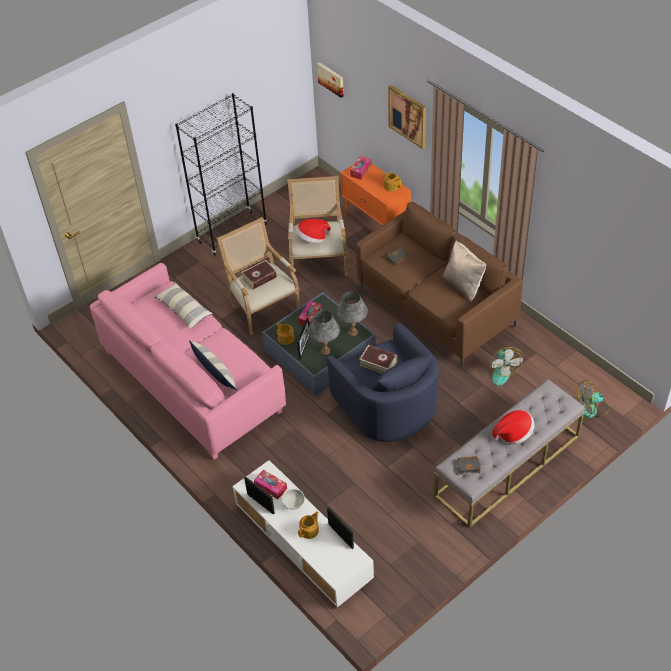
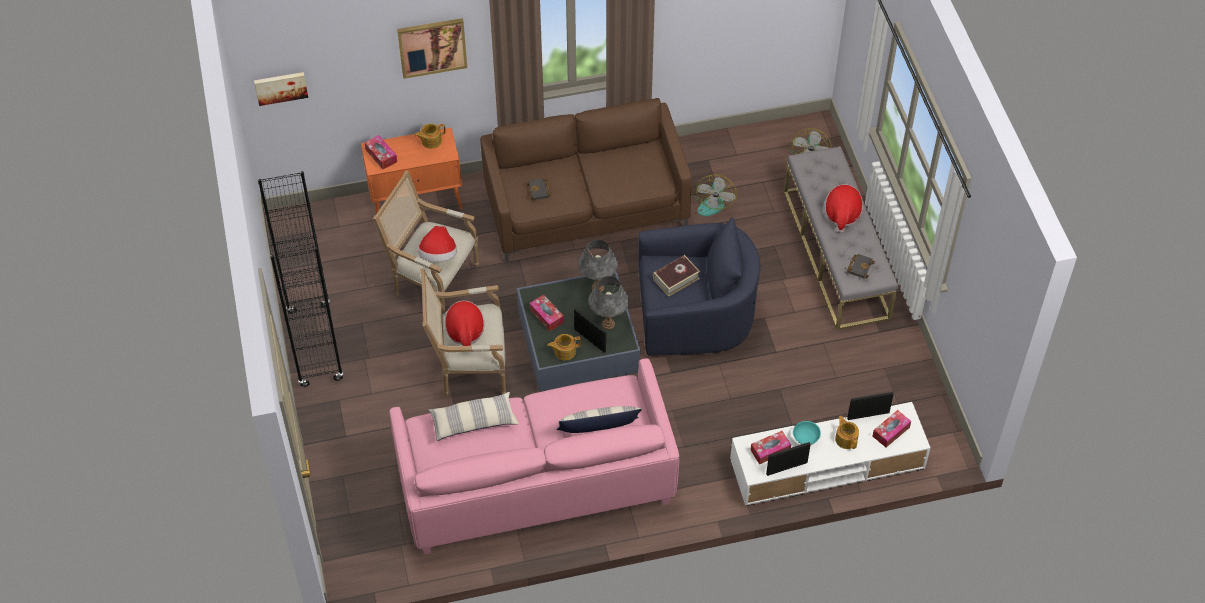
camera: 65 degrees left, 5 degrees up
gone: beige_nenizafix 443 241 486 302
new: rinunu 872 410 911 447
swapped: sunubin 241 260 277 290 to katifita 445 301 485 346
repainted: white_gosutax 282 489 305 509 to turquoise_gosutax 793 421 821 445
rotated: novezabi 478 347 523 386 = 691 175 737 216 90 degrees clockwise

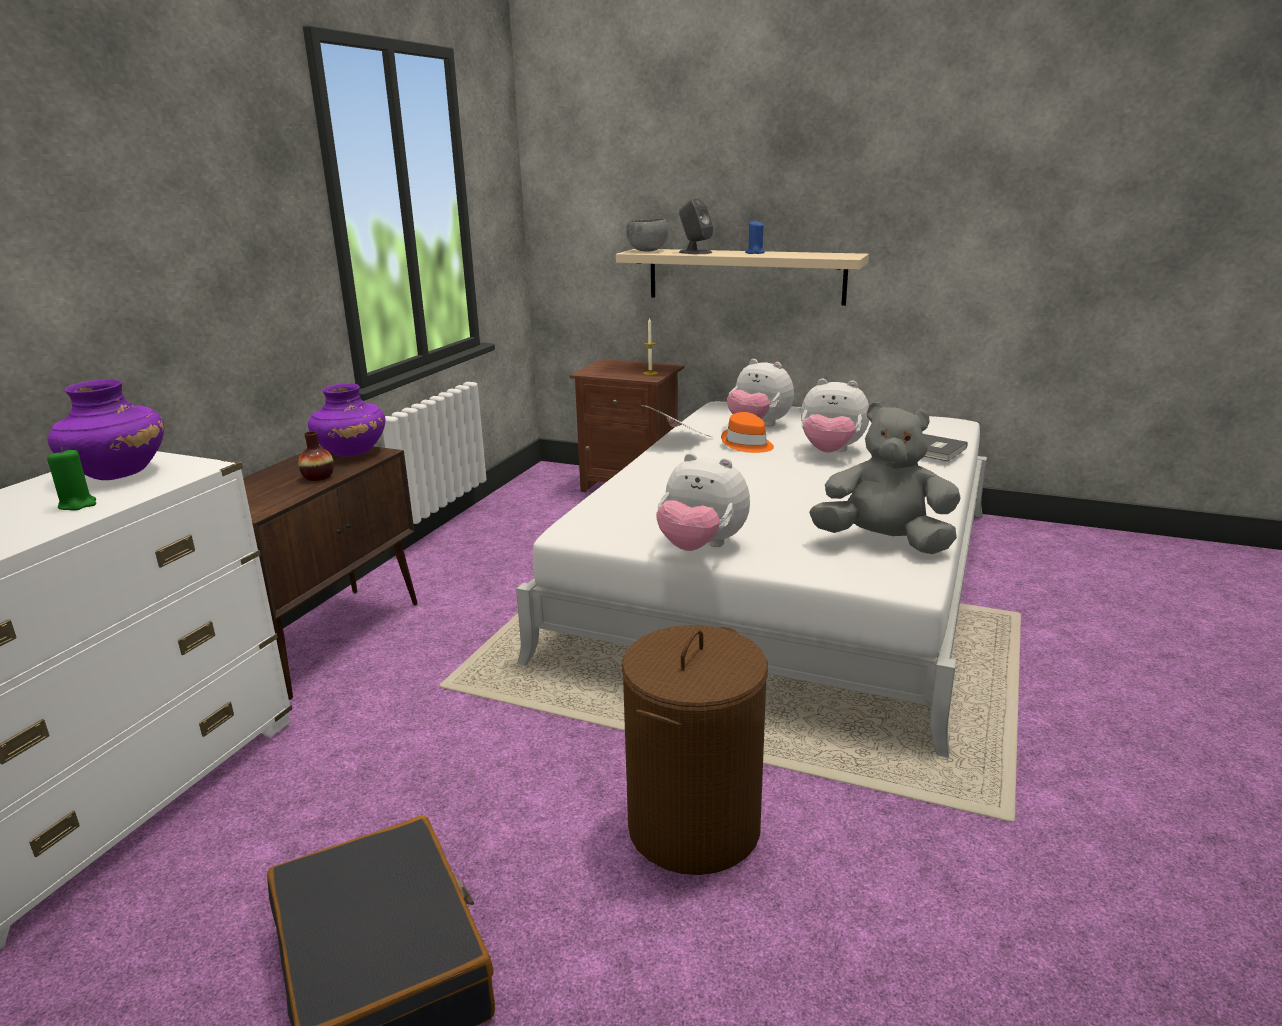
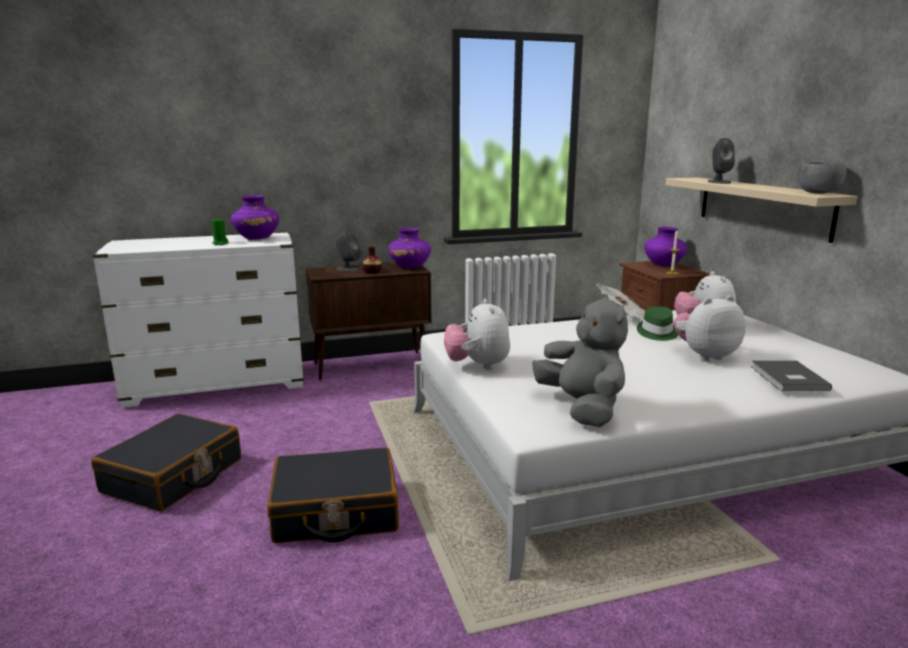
camera: 50 degrees right, 5 degrees down
gone: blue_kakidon 745 220 765 254
new: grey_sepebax 335 230 361 272; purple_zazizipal 644 227 687 267
shifted: grey_gosutax 626 219 668 252 to 797 162 846 194
swapped: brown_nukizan 622 625 768 875 to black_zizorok 267 447 399 543
repainted: orange_katifita 721 412 774 453 to green_katifita 637 306 678 341
rotated: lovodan 801 379 869 453 = 673 296 746 361 90 degrees clockwise

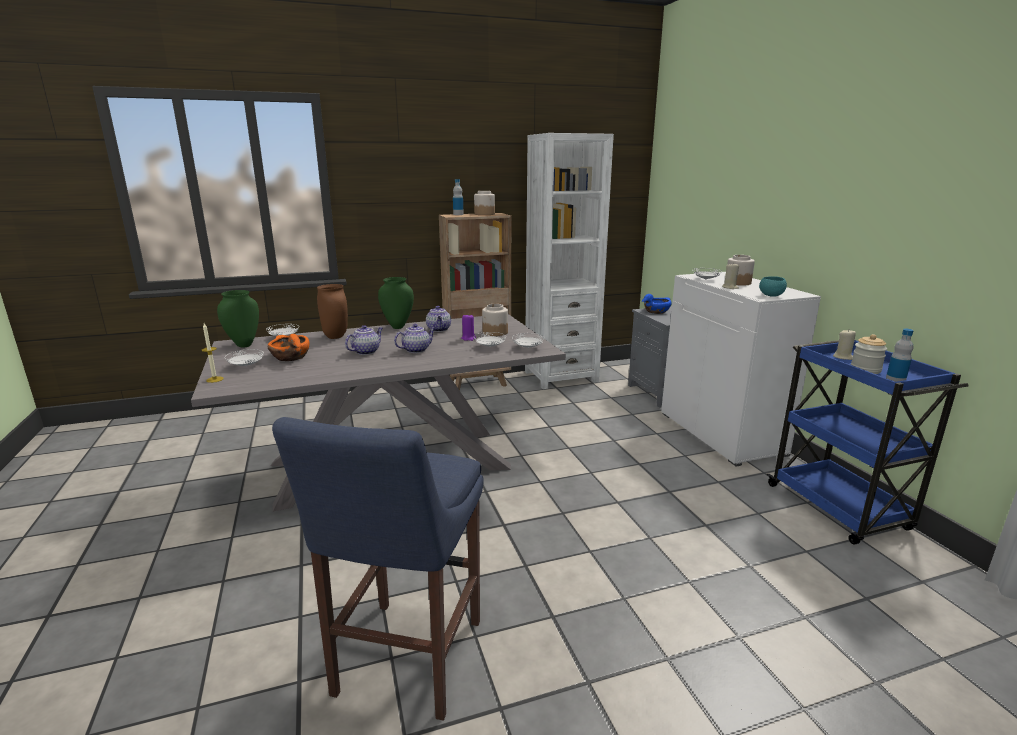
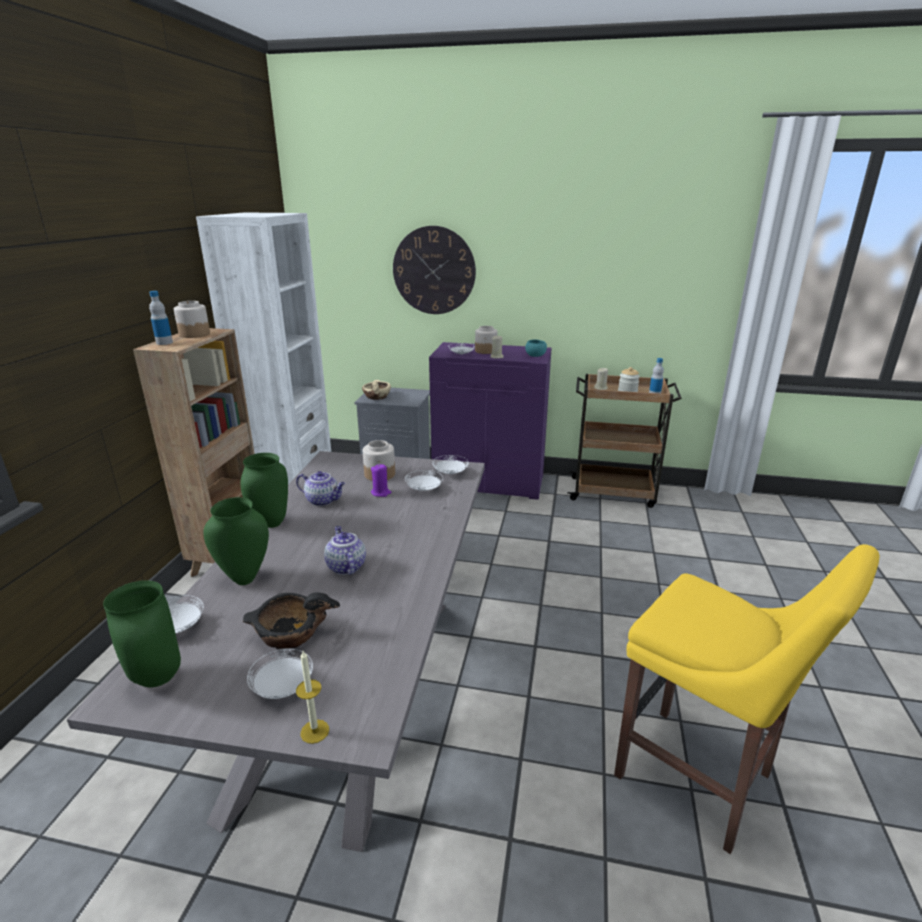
camera: 60 degrees left, 5 degrees up
gone: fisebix 394 324 436 353
new: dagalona 393 226 476 314
repainted: orange_gosutax 268 334 309 361 to black_gosutax 243 592 340 649; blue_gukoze 272 417 484 721 to yellow_gukoze 614 544 879 854; brown_zazizipal 317 284 348 339 to green_zazizipal 203 497 269 585; blue_gosutax 642 294 672 314 to beige_gosutax 362 380 391 400; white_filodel 661 272 821 467 to purple_filodel 429 342 552 500; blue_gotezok 767 340 969 545 to brown_gotezok 567 374 682 508

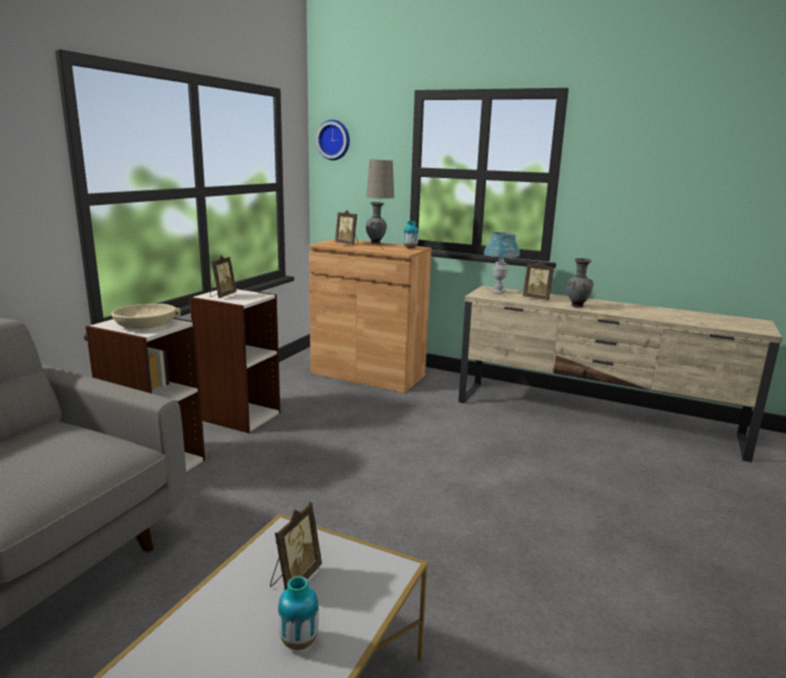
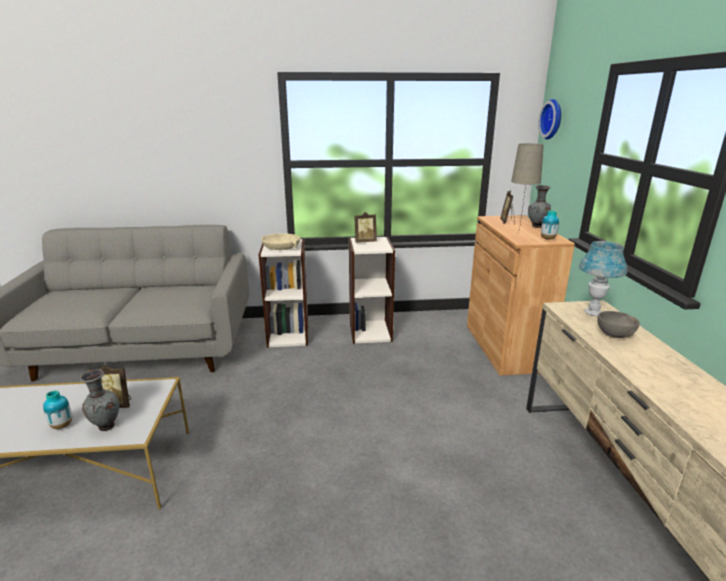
camera: 60 degrees right, 5 degrees up
shifted: grey_zazizipal 566 258 594 308 to 80 370 119 431
swapped: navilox 523 261 554 300 to grey_gosutax 597 311 640 338

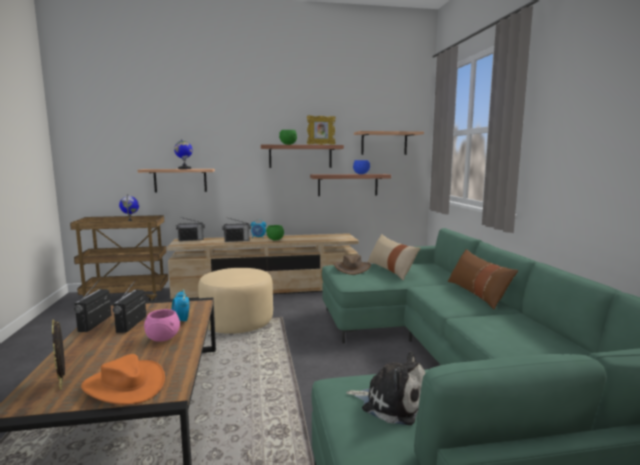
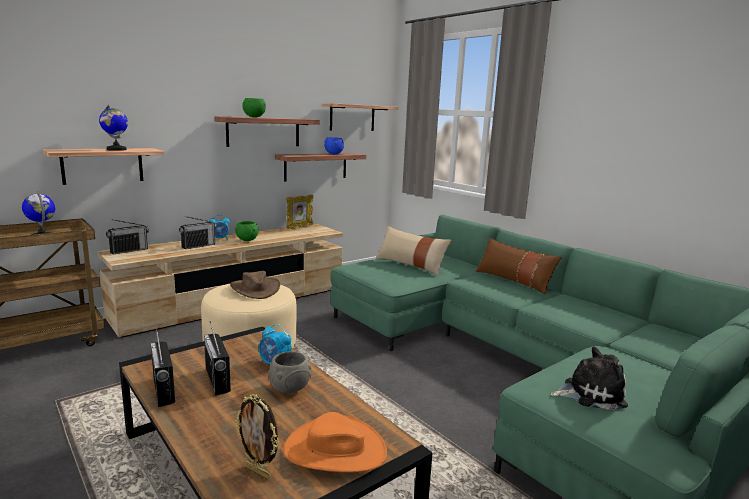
camera: 30 degrees left, 5 degrees up
shifted: navilox 307 115 336 145 to 286 195 314 229; brown_katifita 334 255 371 275 to 230 271 280 299
repainted: pink_gosutax 144 309 180 342 to grey_gosutax 269 351 311 393

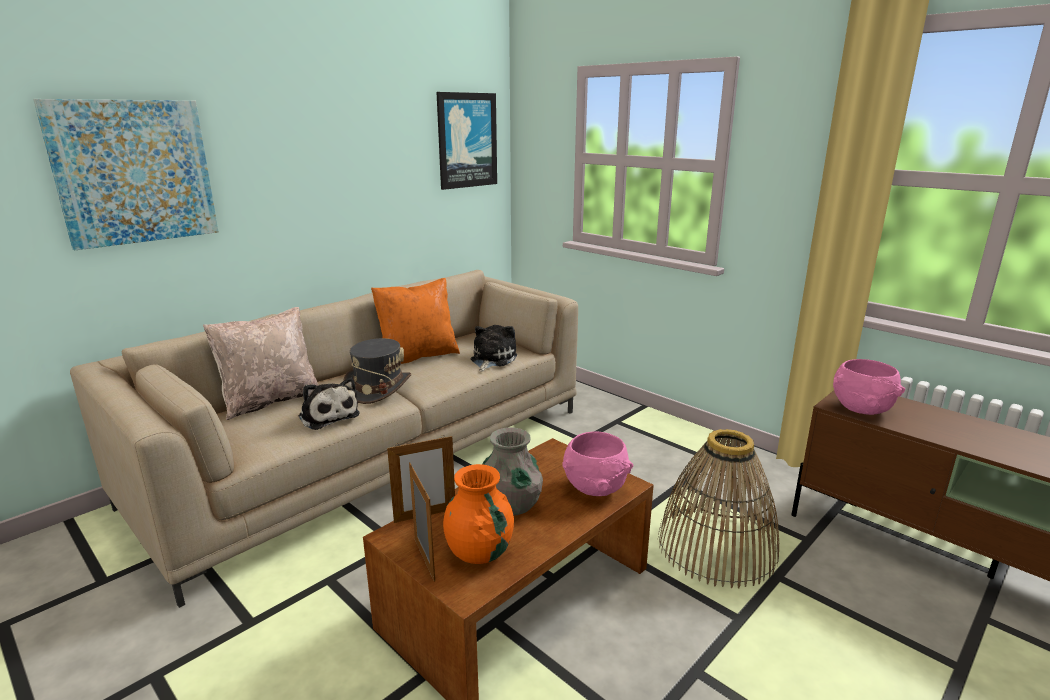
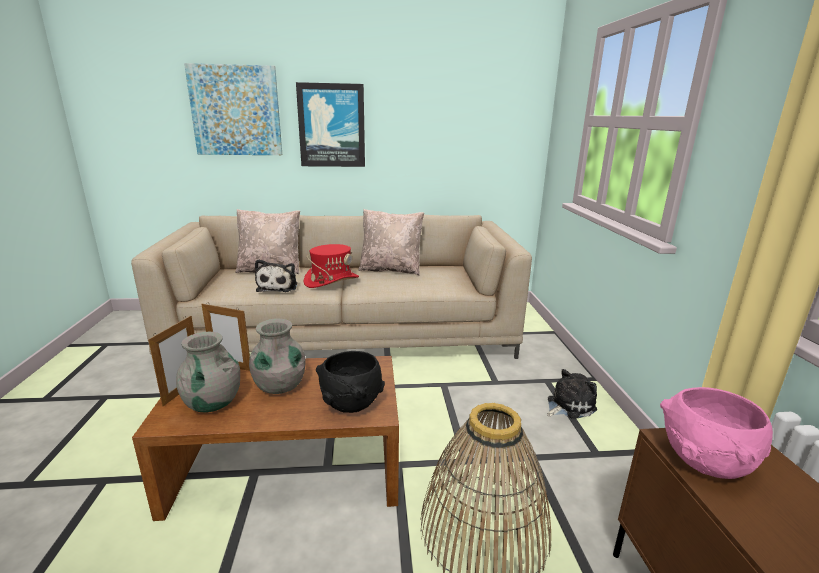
camera: 40 degrees right, 0 degrees up
shifted: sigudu 437 92 497 190 to 296 82 365 167; lovodan 470 325 517 372 to 547 369 597 419
repainted: grey_katifita 343 338 412 404 to red_katifita 304 244 359 288; orange_nenizafix 371 278 460 364 to beige_nenizafix 358 209 424 276; orange_zazizipal 443 464 514 564 to grey_zazizipal 176 332 240 412; pink_gosutax 563 432 634 496 to black_gosutax 316 351 385 413

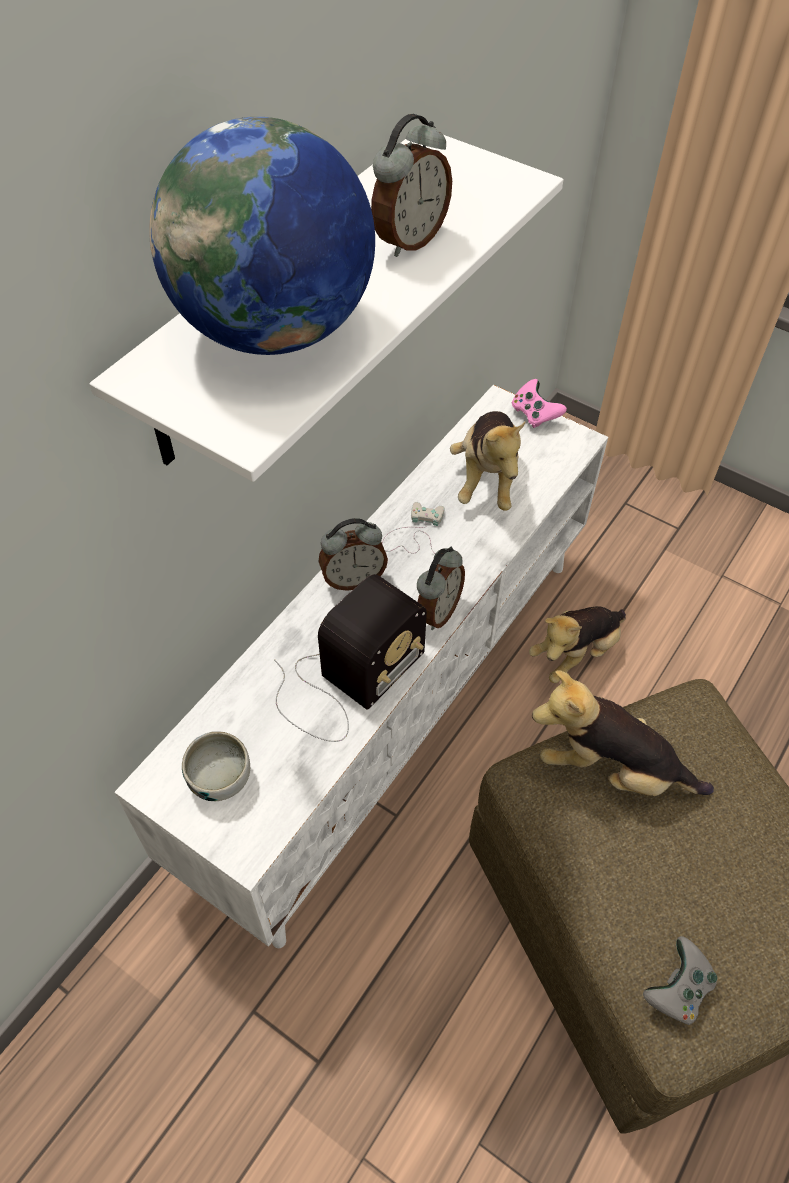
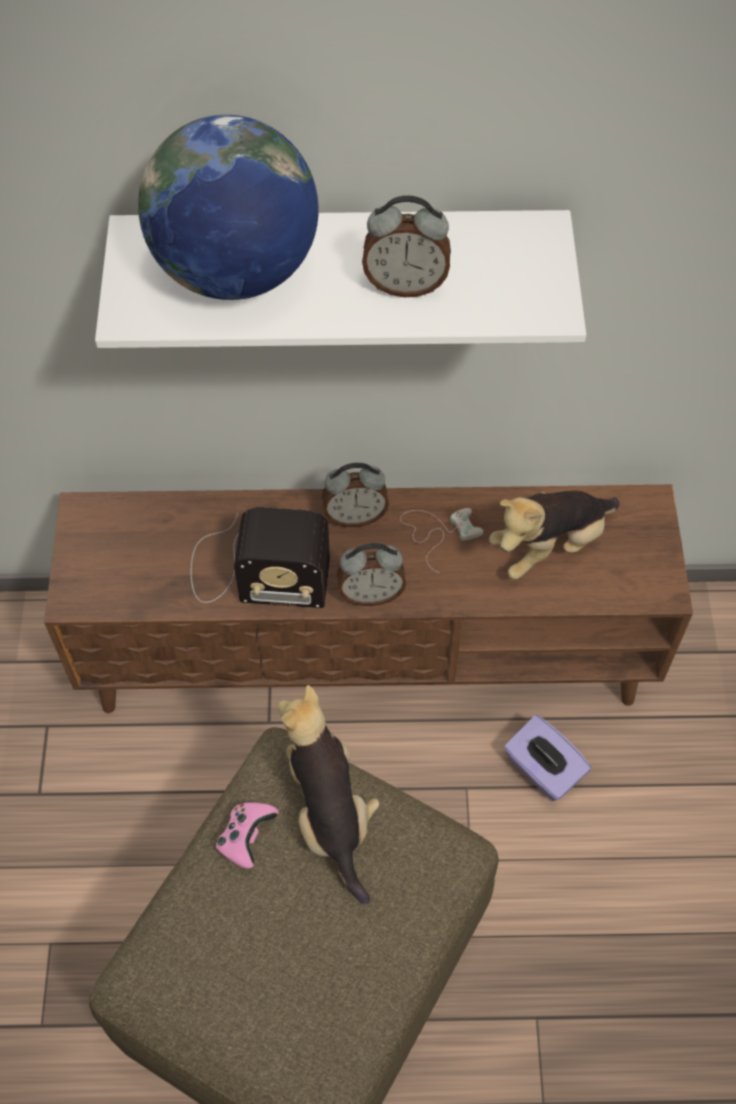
camera: 55 degrees right, 5 degrees up
gone: gosutax 182 731 250 801; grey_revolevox 643 936 717 1025
shifted: pink_revolevox 512 379 567 428 to 216 803 279 869
swapped: lovodan 529 606 626 683 to purple_rinunu 504 715 591 801
repainted: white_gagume 114 384 608 948 to brown_gagume 44 485 693 713
rotated: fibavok 319 518 388 591 = 322 463 389 527 45 degrees counterclockwise

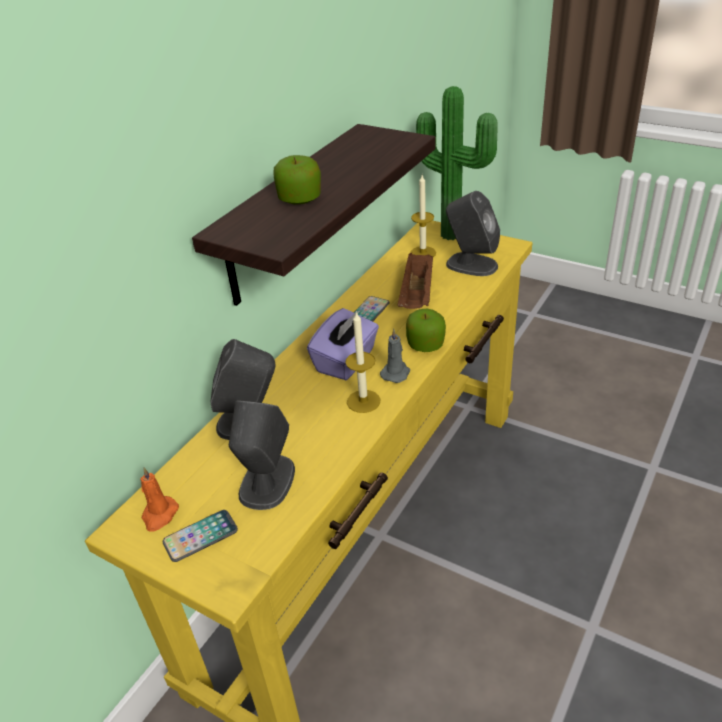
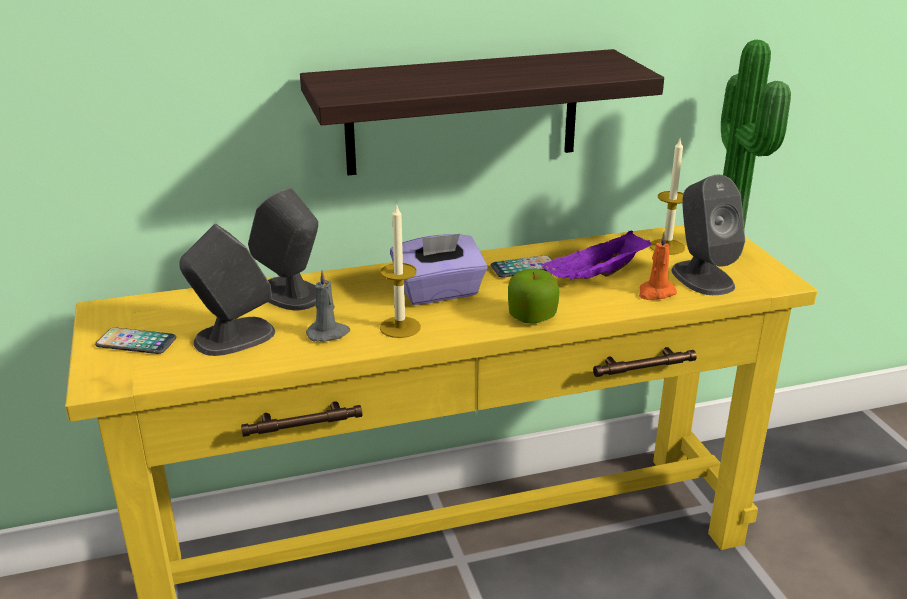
camera: 40 degrees right, 10 degrees down
gone: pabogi 274 155 321 204
shifted: orange_kakidon 140 468 179 532 to 639 232 677 300; grey_kakidon 380 329 410 383 to 306 270 350 342
repainted: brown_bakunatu 398 253 433 309 to purple_bakunatu 541 231 651 280

